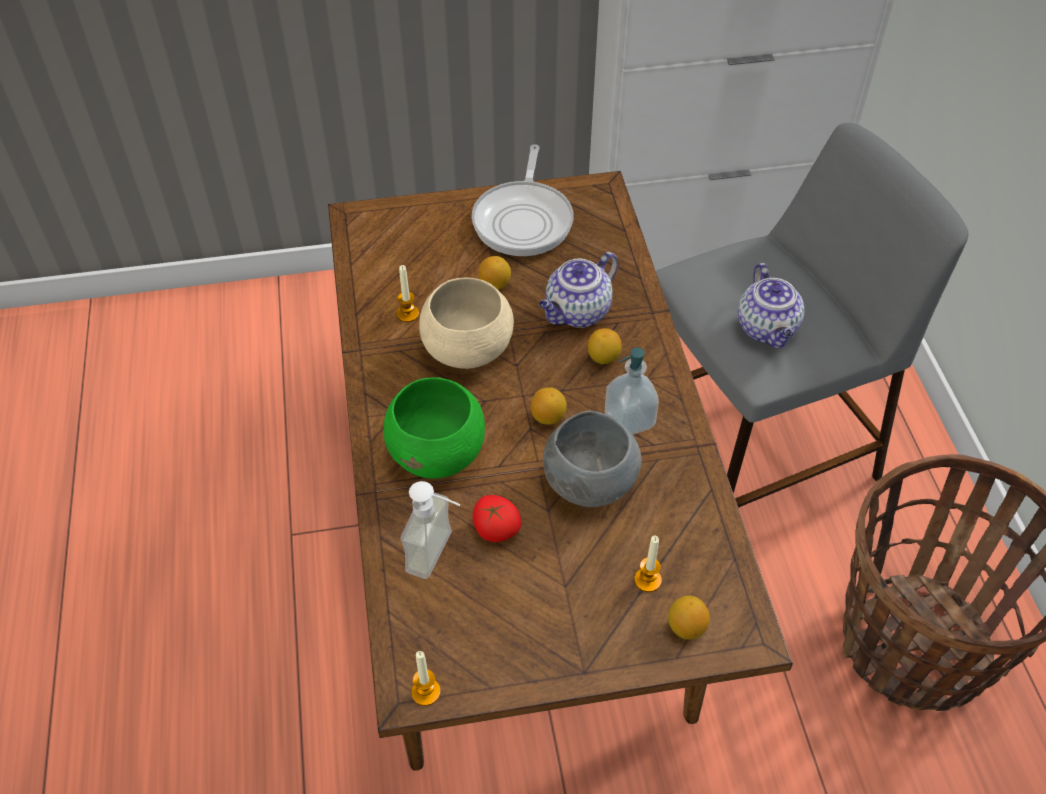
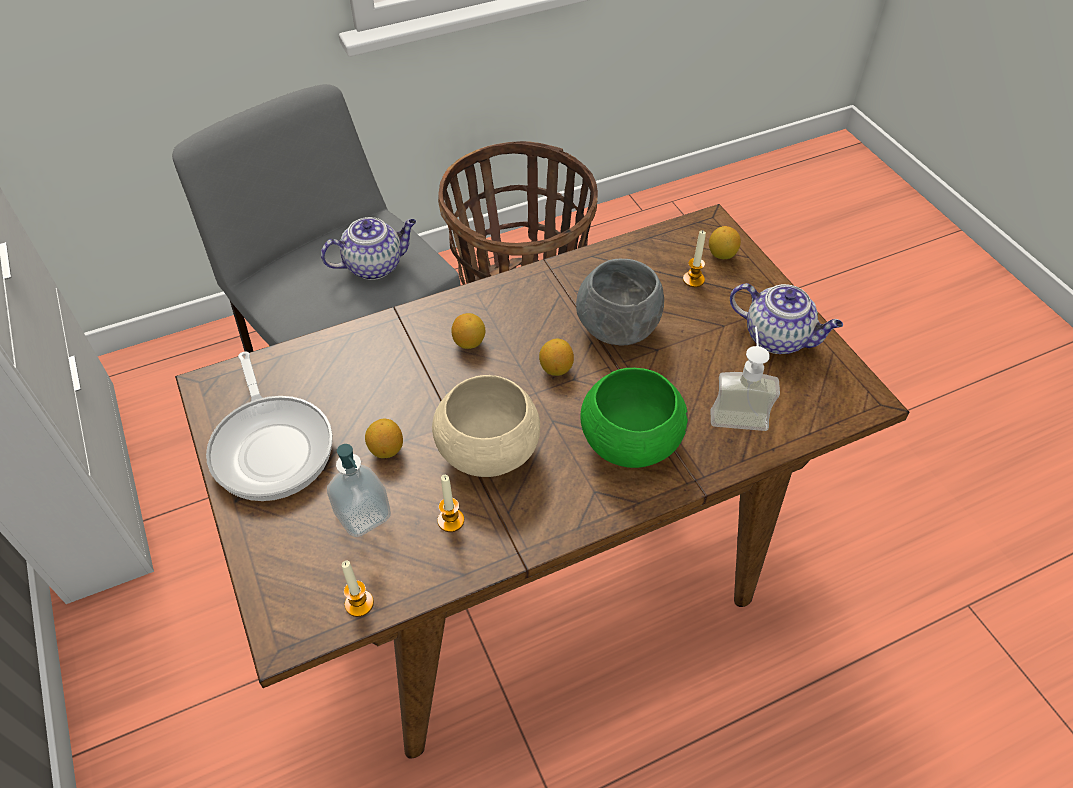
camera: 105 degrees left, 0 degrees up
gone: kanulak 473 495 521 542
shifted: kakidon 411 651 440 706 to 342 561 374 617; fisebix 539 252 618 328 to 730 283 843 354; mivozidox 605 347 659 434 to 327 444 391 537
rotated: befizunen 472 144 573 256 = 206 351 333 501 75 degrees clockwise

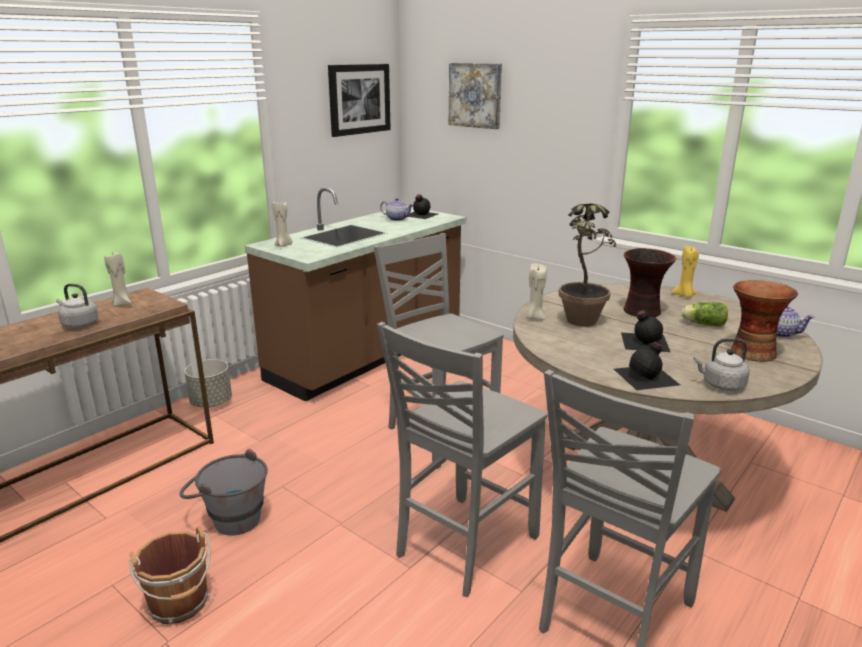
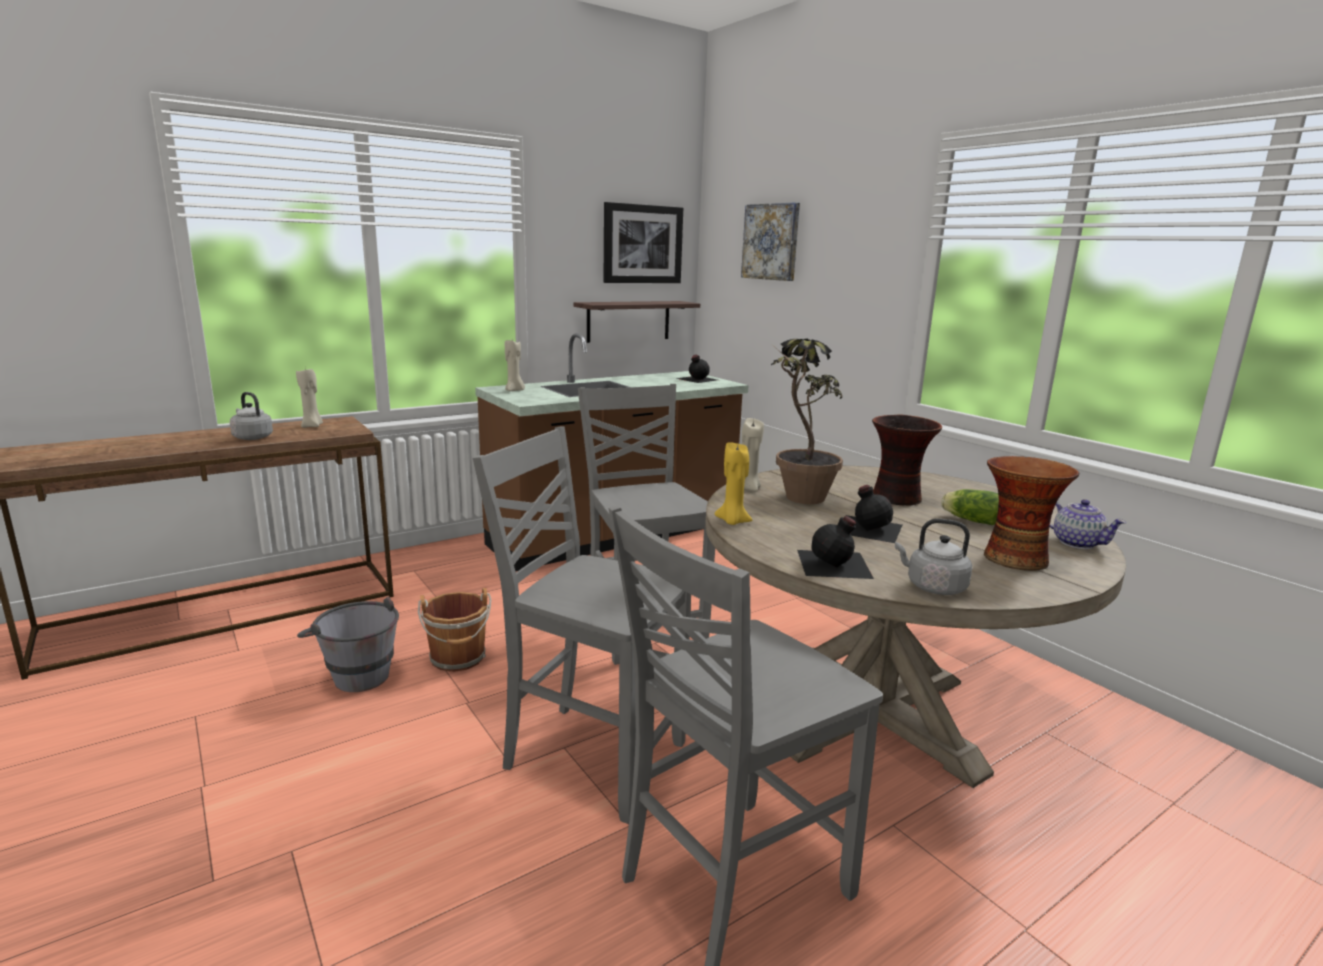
camera: 15 degrees right, 5 degrees down
gone: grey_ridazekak 185 359 232 407; fisebix 380 198 414 221
new: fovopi 574 301 700 343
shifted: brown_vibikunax 129 526 211 624 to 418 588 491 672; yellow_kakidon 672 246 699 298 to 715 442 752 525
rotated: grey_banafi 377 322 547 597 = 473 426 691 824 60 degrees clockwise

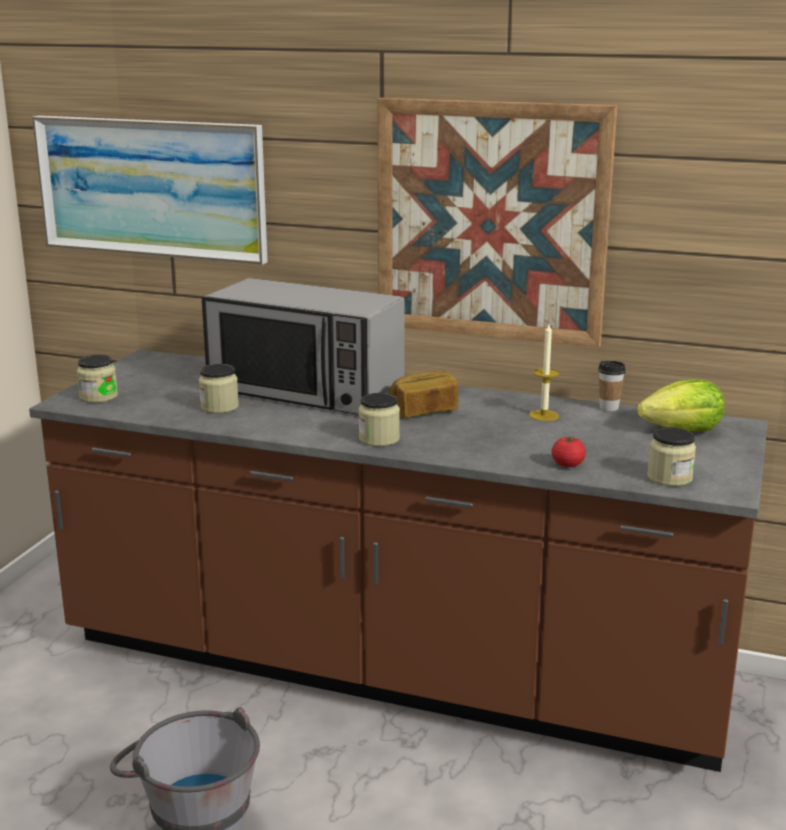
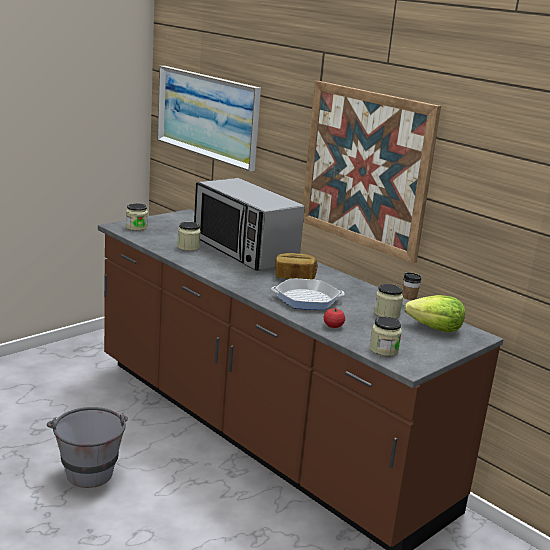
camera: 25 degrees right, 0 degrees up
gone: kakidon 529 324 559 421
new: befizunen 271 279 345 310
shifted: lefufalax 359 393 400 447 to 374 284 403 319

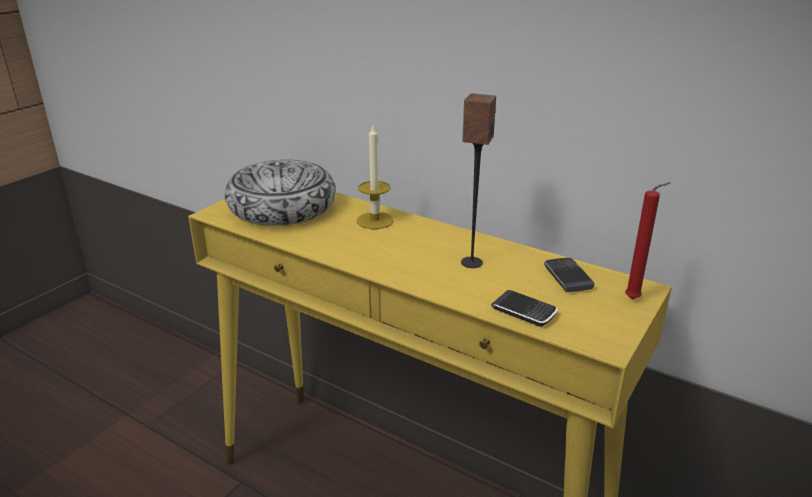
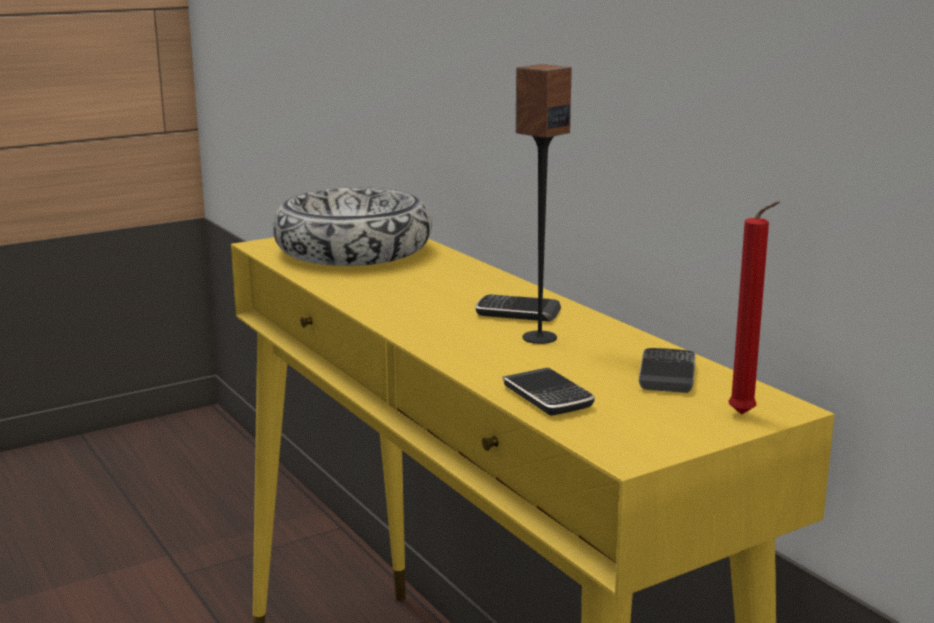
camera: 25 degrees right, 10 degrees down
gone: kakidon 357 126 394 229
new: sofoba 475 295 561 321

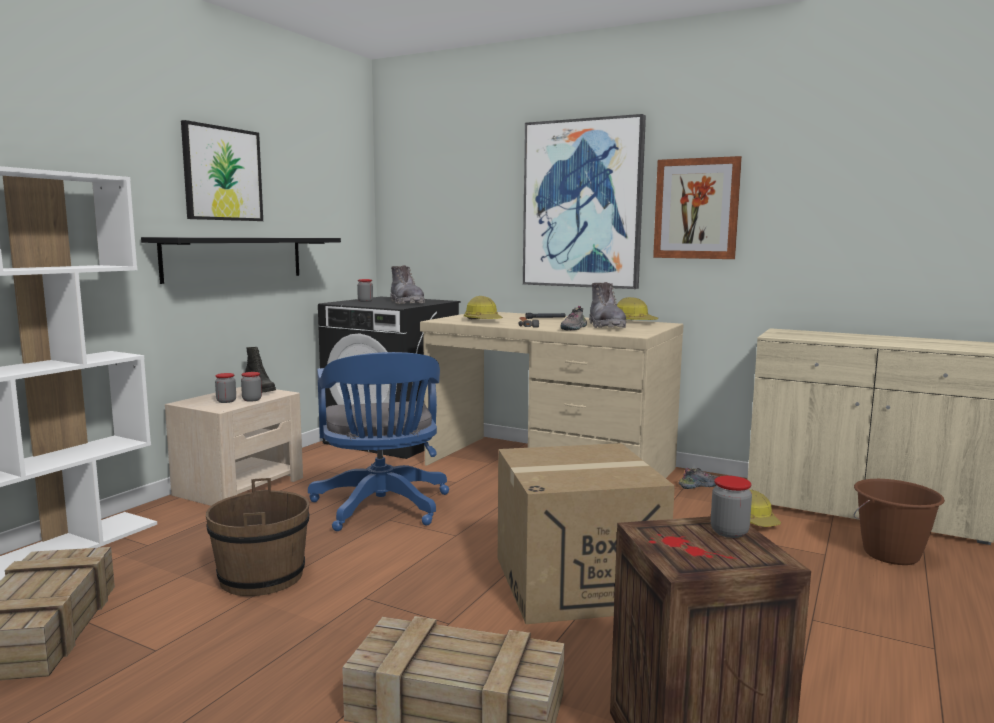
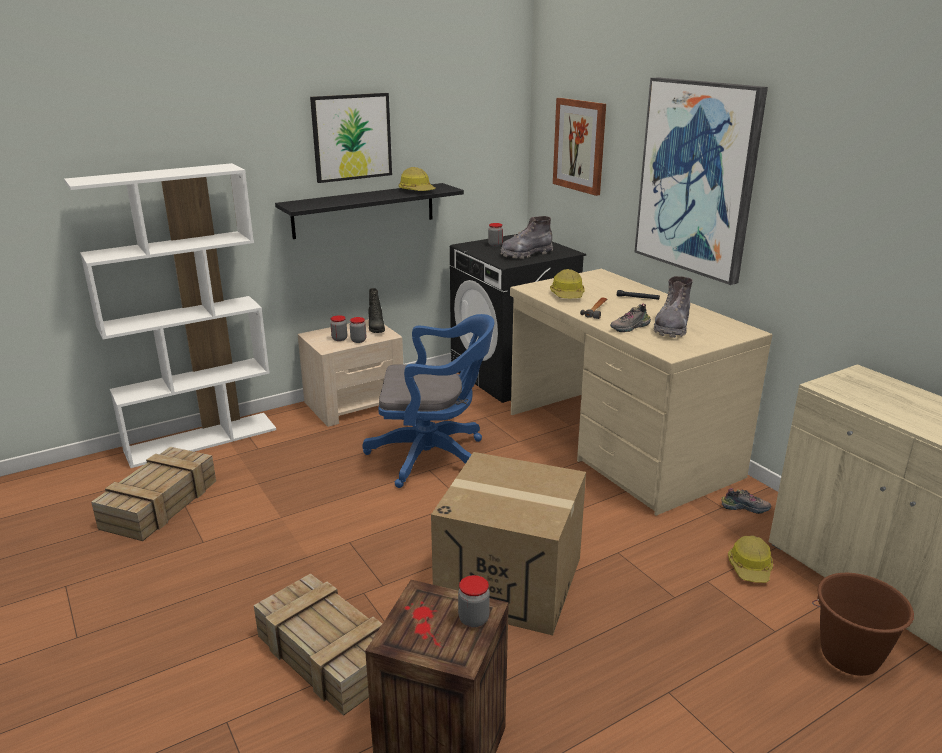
camera: 30 degrees right, 15 degrees up
gone: brown_vibikunax 206 478 309 596
shifted: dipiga 617 297 658 320 to 398 167 436 191; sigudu 653 156 742 259 to 553 98 606 196
rotated: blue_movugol 308 352 449 531 = 363 314 494 488 105 degrees counterclockwise; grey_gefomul 390 265 425 304 = 501 216 553 259 60 degrees clockwise

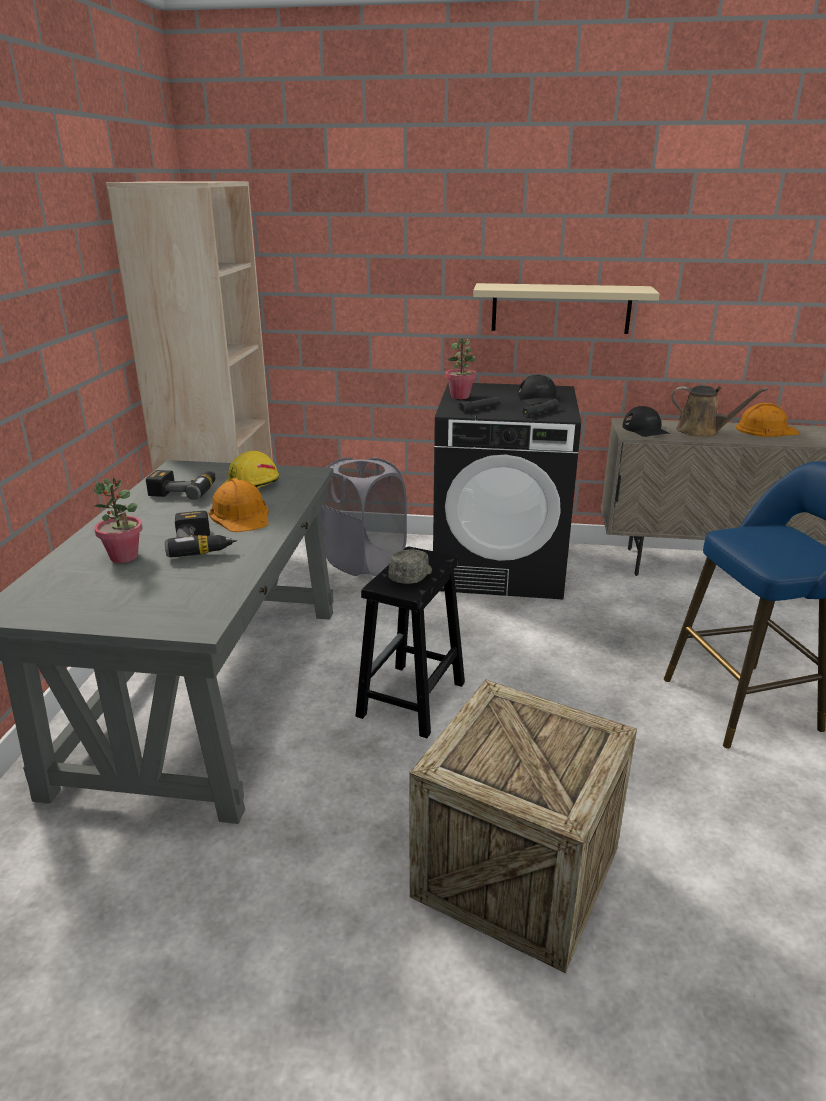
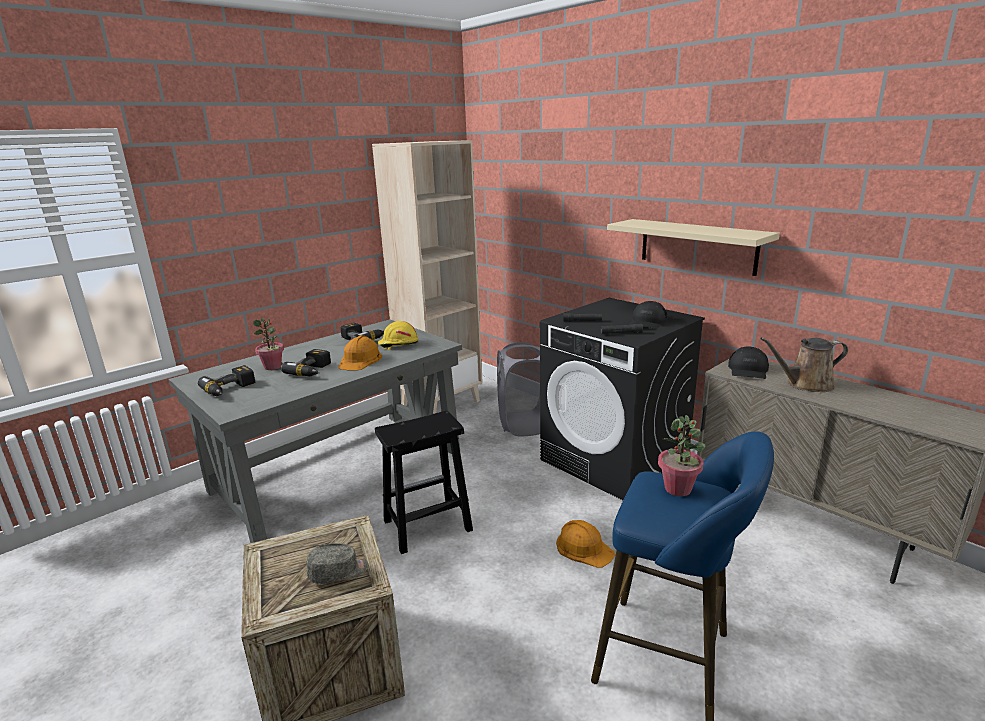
camera: 40 degrees right, 5 degrees down
new: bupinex 198 365 256 396
shifted: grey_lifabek 388 549 432 584 to 307 543 368 584; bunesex 445 338 476 399 to 658 415 706 496; orange_dipiga 736 403 800 437 to 556 520 615 568
rotated: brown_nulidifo 671 386 768 437 = 760 337 848 392 105 degrees clockwise

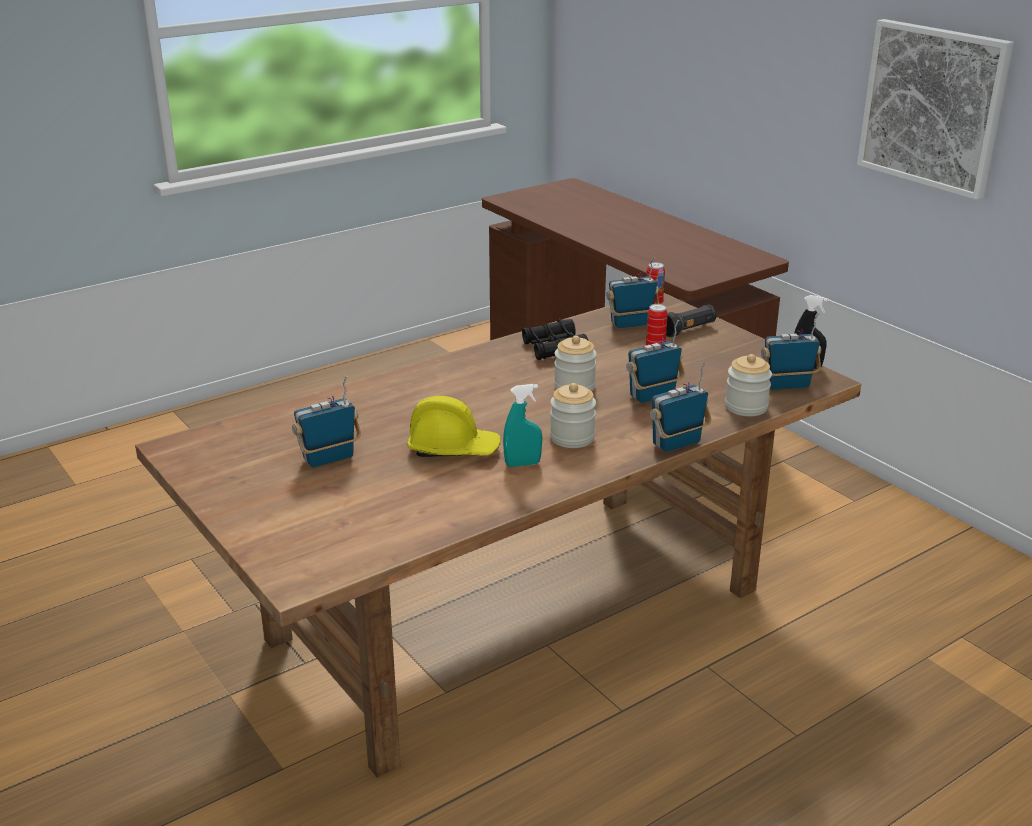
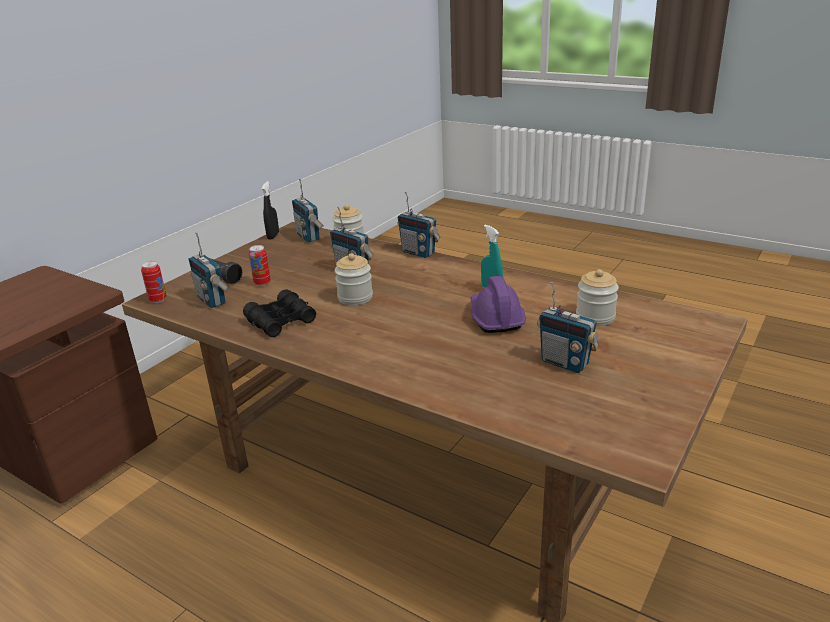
camera: 110 degrees left, 0 degrees up
gone: sigudu 857 19 1014 200
shifted: lefufalax 550 383 596 448 to 576 269 619 326
repainted: yellow_dipiga 407 396 500 457 to purple_dipiga 471 276 526 333

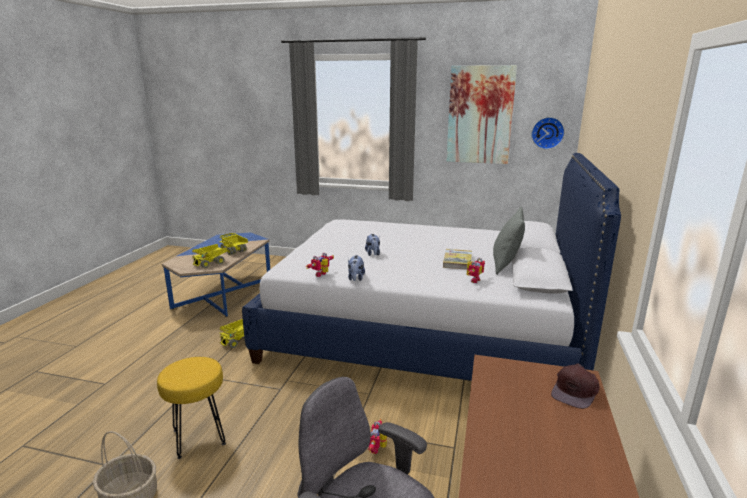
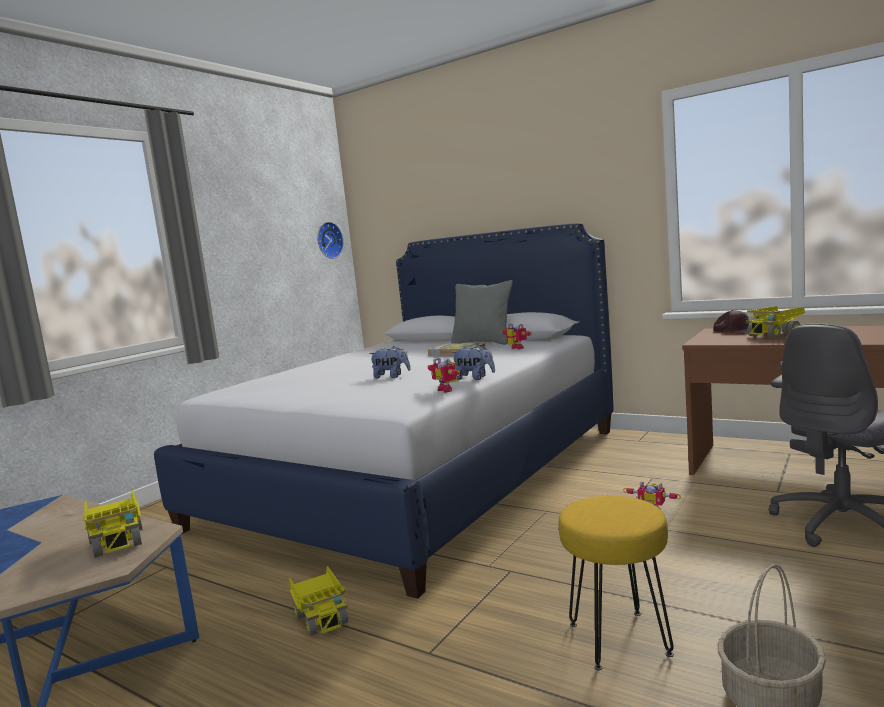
camera: 70 degrees left, 10 degrees down
gone: sigudu 447 65 517 164
shifted: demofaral 220 233 248 255 to 746 306 805 338

